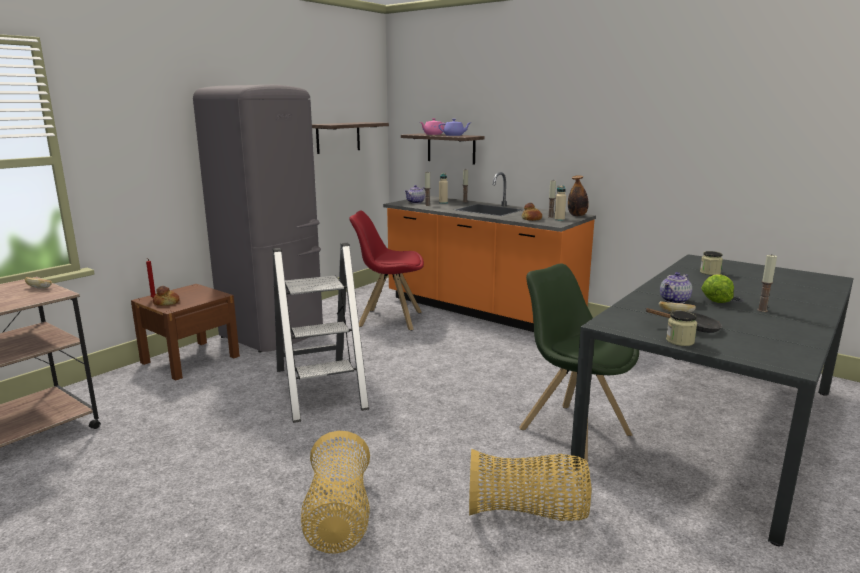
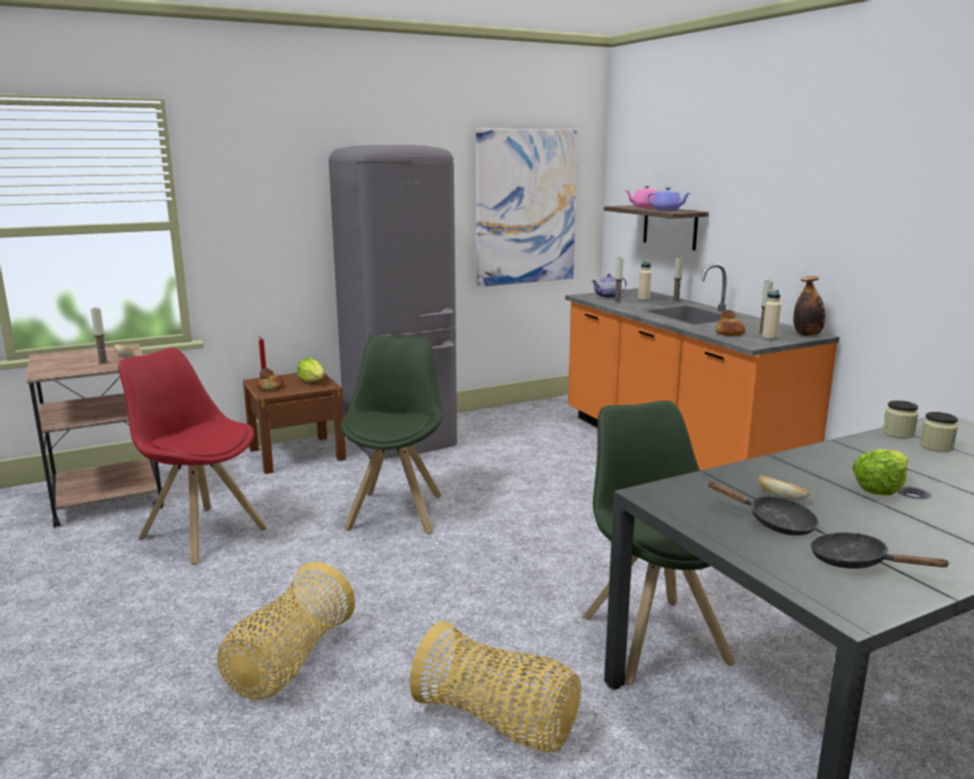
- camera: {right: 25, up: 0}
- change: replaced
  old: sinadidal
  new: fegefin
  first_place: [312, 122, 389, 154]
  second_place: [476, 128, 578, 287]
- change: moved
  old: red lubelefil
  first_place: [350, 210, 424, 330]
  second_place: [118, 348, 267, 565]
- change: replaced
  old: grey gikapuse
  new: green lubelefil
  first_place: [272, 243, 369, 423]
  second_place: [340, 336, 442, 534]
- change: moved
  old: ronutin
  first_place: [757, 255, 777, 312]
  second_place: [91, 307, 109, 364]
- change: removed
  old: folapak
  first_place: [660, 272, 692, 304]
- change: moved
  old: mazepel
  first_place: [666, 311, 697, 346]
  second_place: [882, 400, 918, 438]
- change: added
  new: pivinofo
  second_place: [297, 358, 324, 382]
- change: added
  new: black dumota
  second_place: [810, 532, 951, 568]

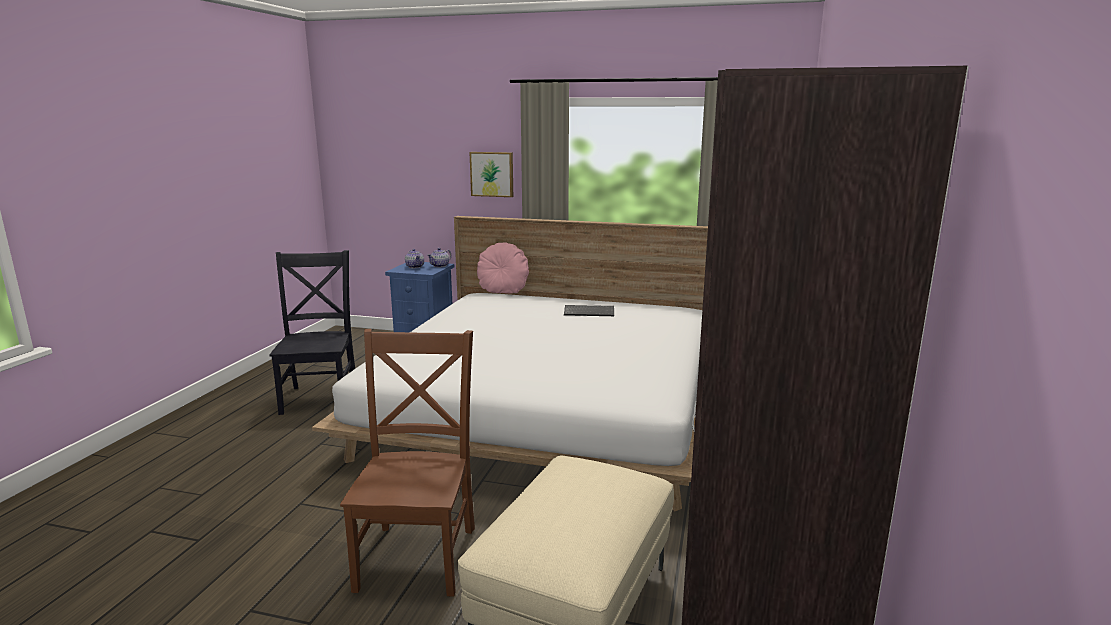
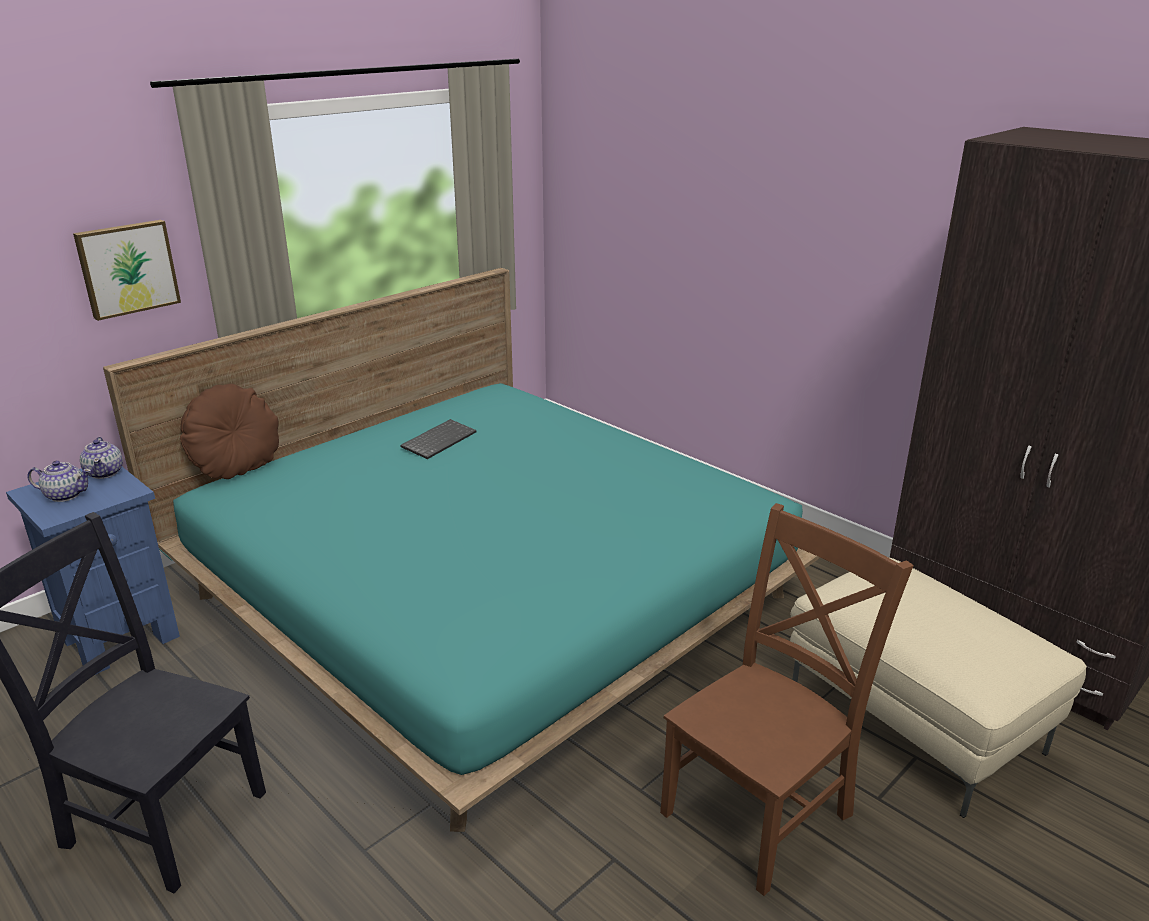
- camera: {right: -60, up: 10}
- change: recoloured
  old: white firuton
  new: turquoise firuton
  first_place: [312, 216, 708, 511]
  second_place: [103, 268, 820, 832]
- change: recoloured
  old: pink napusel
  new: brown napusel
  first_place: [477, 242, 529, 294]
  second_place: [180, 384, 279, 479]
- change: turned
  old: brown lubelefil
  first_place: [340, 329, 475, 597]
  second_place: [660, 503, 914, 896]
  degrees: 105

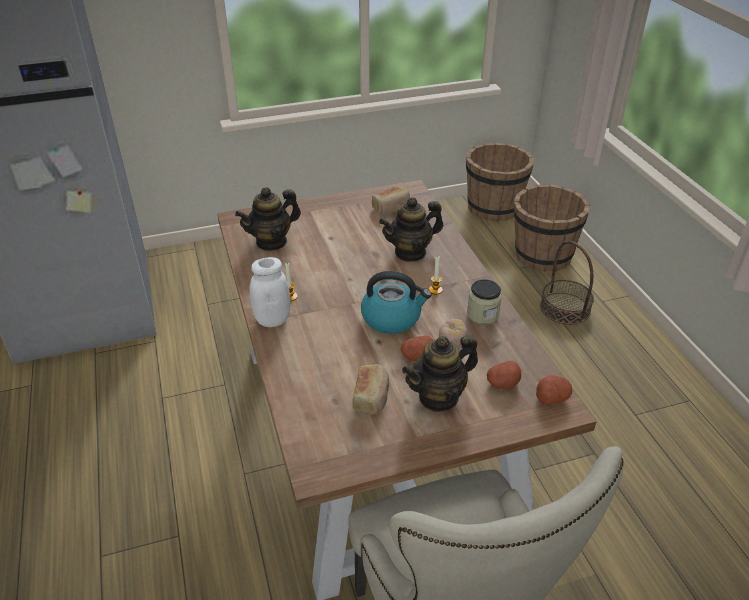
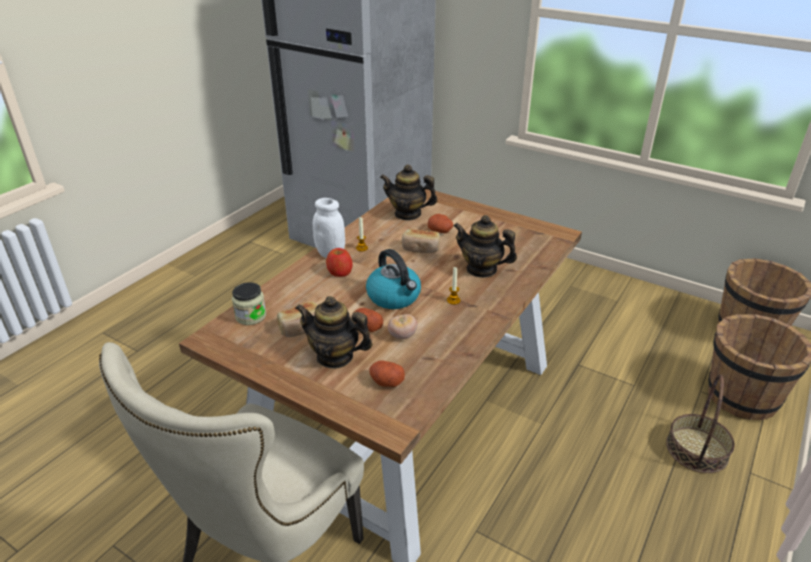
- camera: {right: 50, up: -5}
- change: moved
  old: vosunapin
  first_place: [372, 186, 410, 215]
  second_place: [402, 229, 440, 253]
- change: moved
  old: mazepel
  first_place: [467, 279, 502, 324]
  second_place: [232, 282, 266, 325]
- change: moved
  old: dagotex
  first_place: [536, 375, 572, 405]
  second_place: [428, 214, 453, 233]
- change: added
  new: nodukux
  second_place: [326, 248, 353, 277]

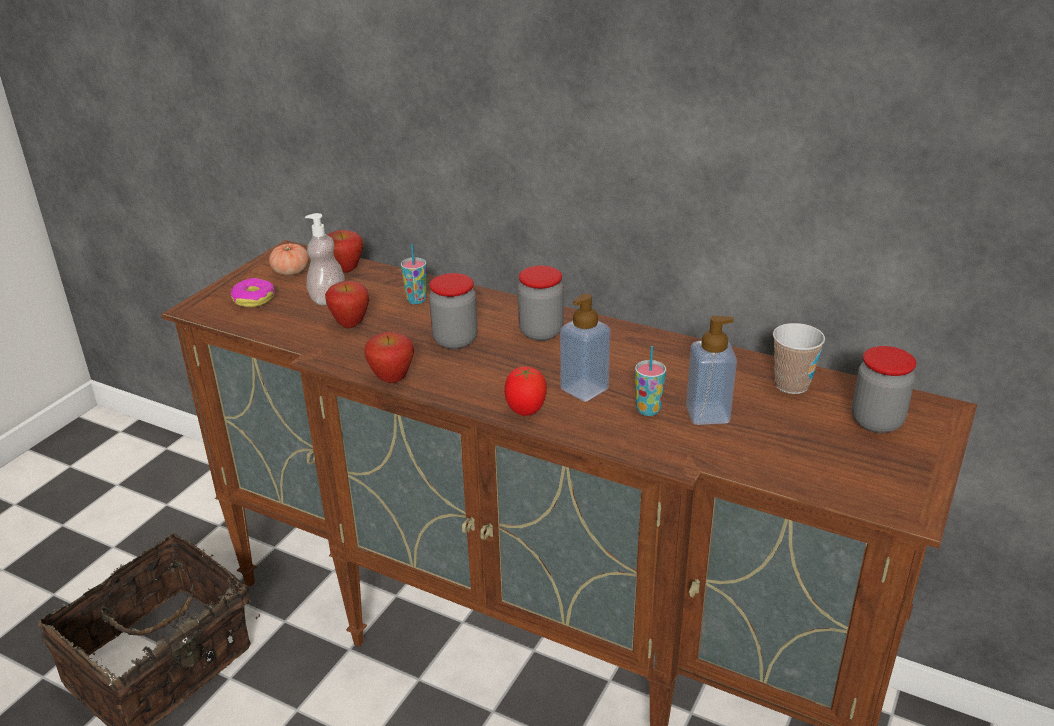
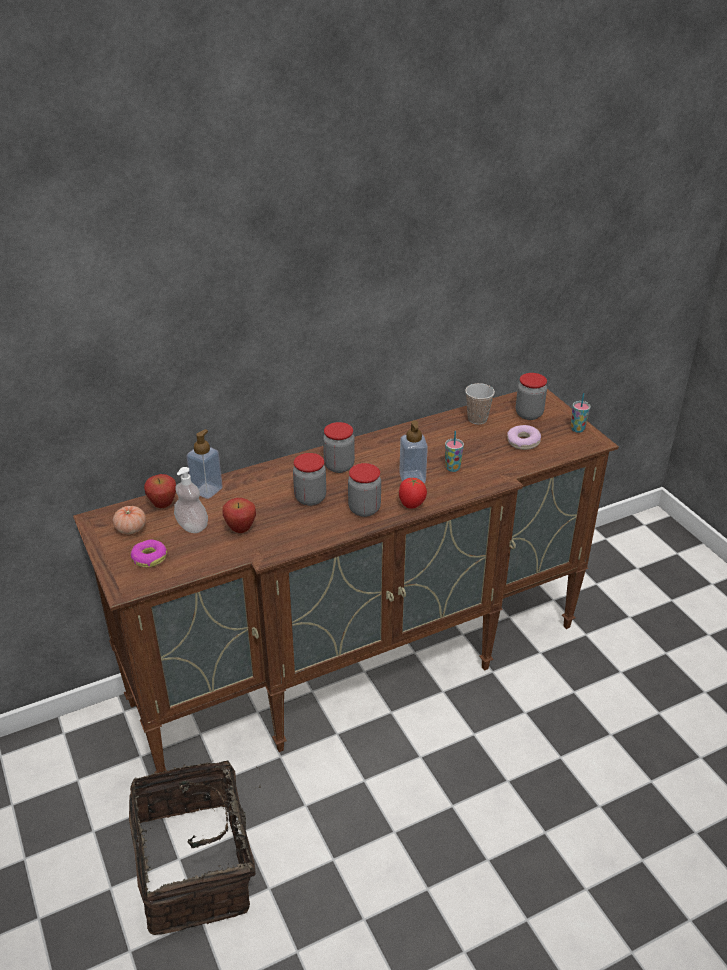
- camera: {right: -55, up: 5}
- change: moved
  old: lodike
  first_place: [401, 244, 427, 304]
  second_place: [571, 393, 591, 433]
- change: moved
  old: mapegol
  first_place: [686, 316, 737, 425]
  second_place: [186, 429, 223, 499]
- change: removed
  old: nodukux
  first_place: [364, 331, 414, 383]
- change: added
  new: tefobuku
  second_place: [507, 425, 541, 450]
- change: added
  new: mazepel
  second_place: [348, 463, 381, 517]

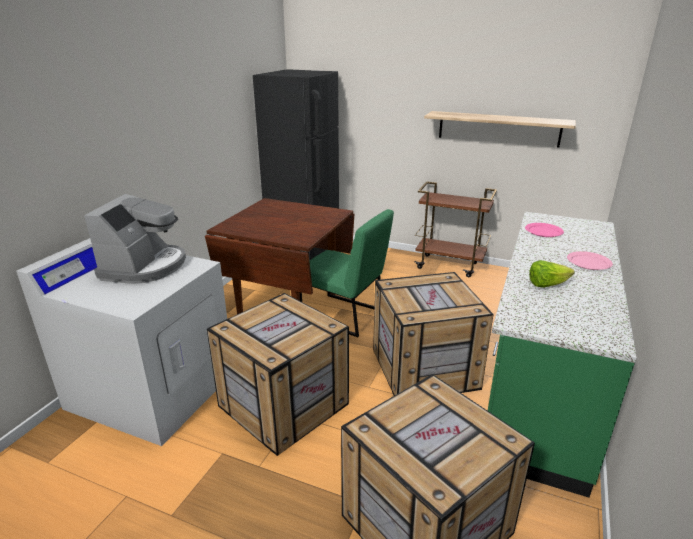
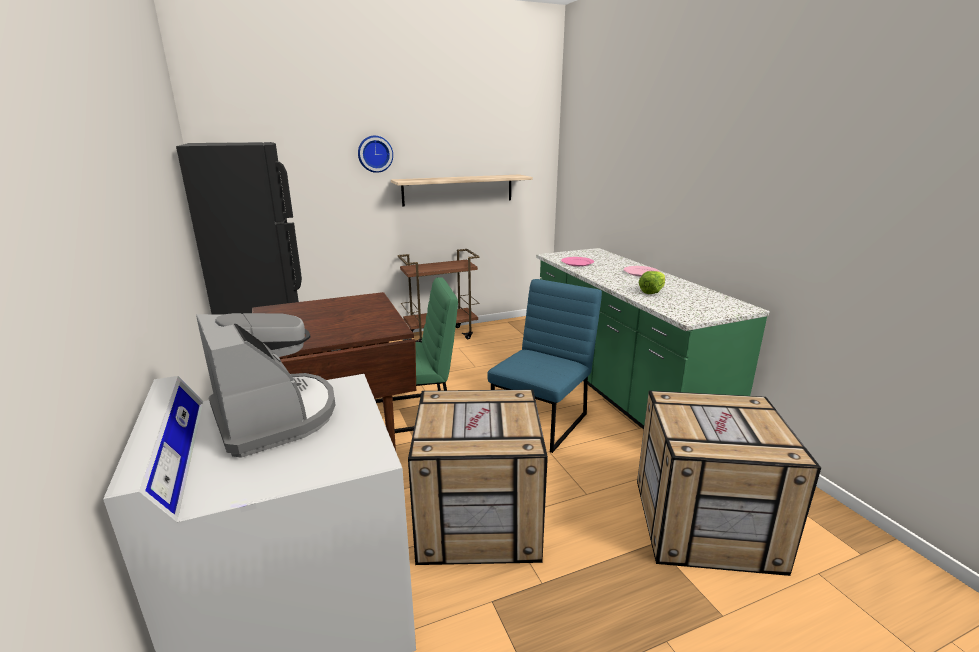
- camera: {right: -45, up: -5}
- change: replaced
  old: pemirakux
  new: blue lubelefil
  first_place: [373, 272, 493, 396]
  second_place: [487, 279, 602, 453]
- change: added
  new: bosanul
  second_place: [358, 136, 393, 173]

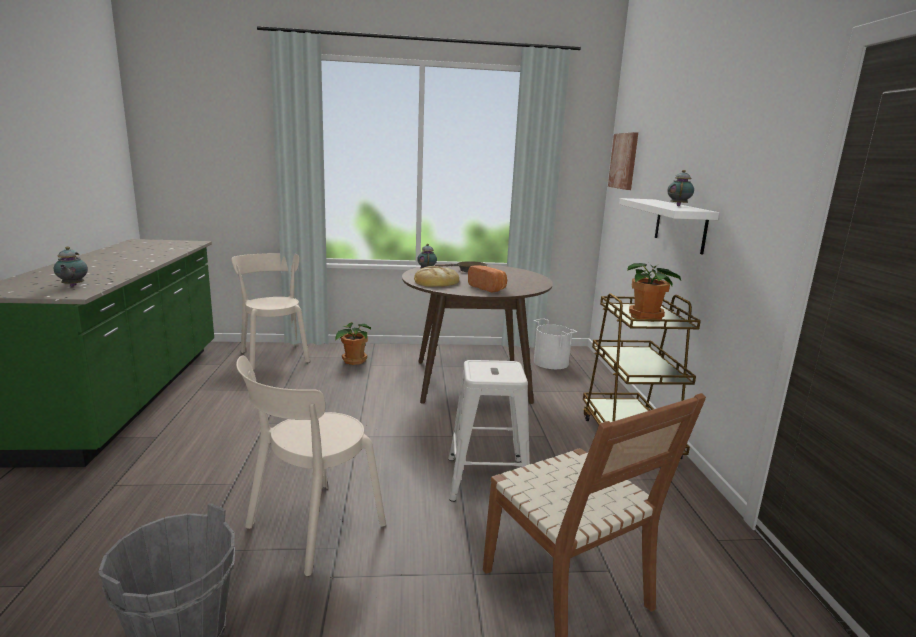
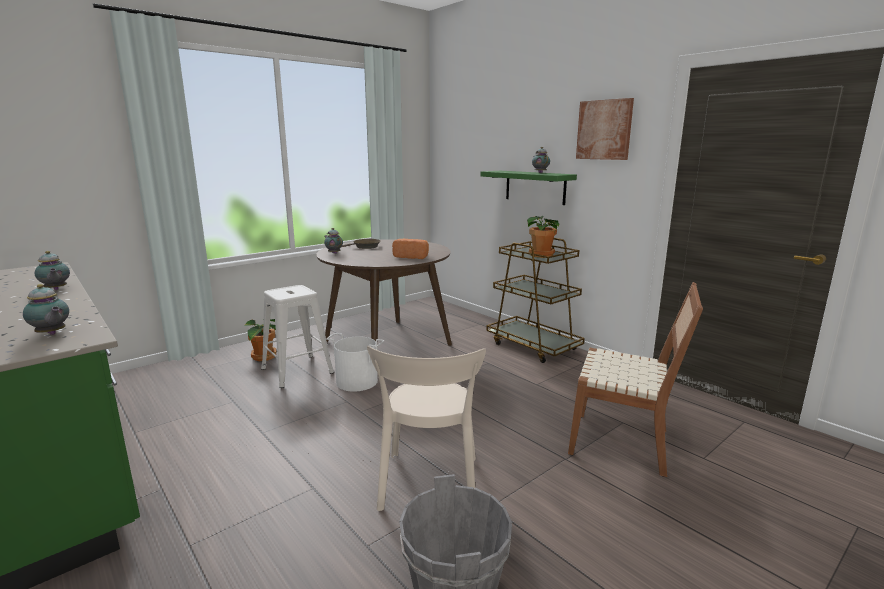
- camera: {right: -35, up: 0}
- change: moved
  old: fegefin
  first_place: [608, 132, 638, 190]
  second_place: [576, 98, 634, 160]
- change: recoloured
  old: white sinadidal
  new: green sinadidal
  first_place: [619, 198, 719, 254]
  second_place: [480, 171, 577, 205]
- change: removed
  old: beige lubelefil
  first_place: [232, 253, 310, 370]
- change: removed
  old: vosunapin
  first_place: [414, 266, 459, 287]
- change: moved
  old: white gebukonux
  first_place: [534, 319, 577, 369]
  second_place: [326, 333, 384, 391]
- change: moved
  old: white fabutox
  first_place: [448, 360, 530, 502]
  second_place: [261, 285, 334, 388]
- change: added
  new: folapak
  second_place: [35, 251, 70, 290]

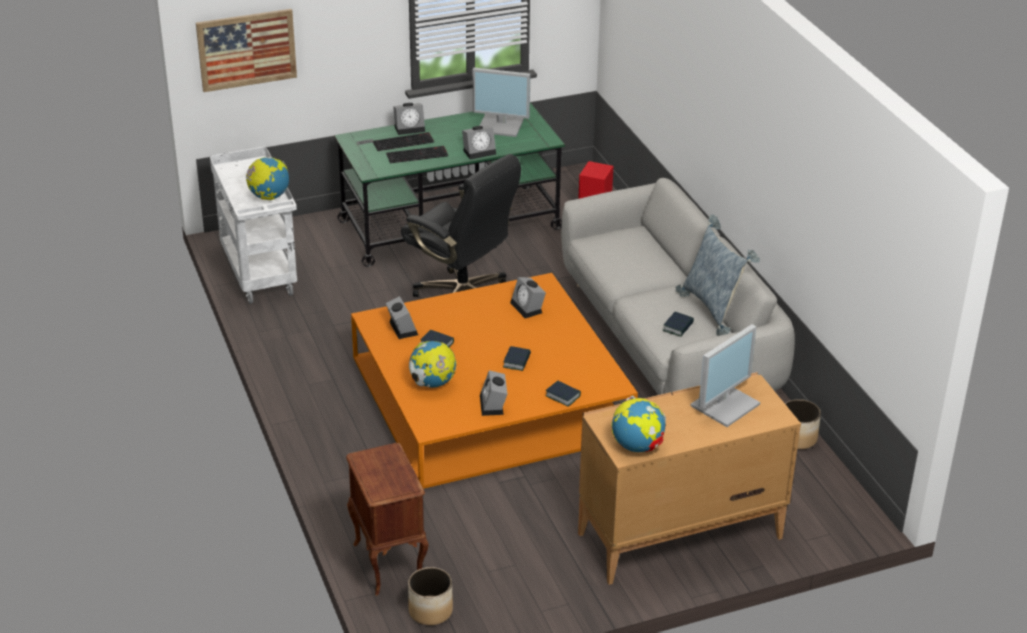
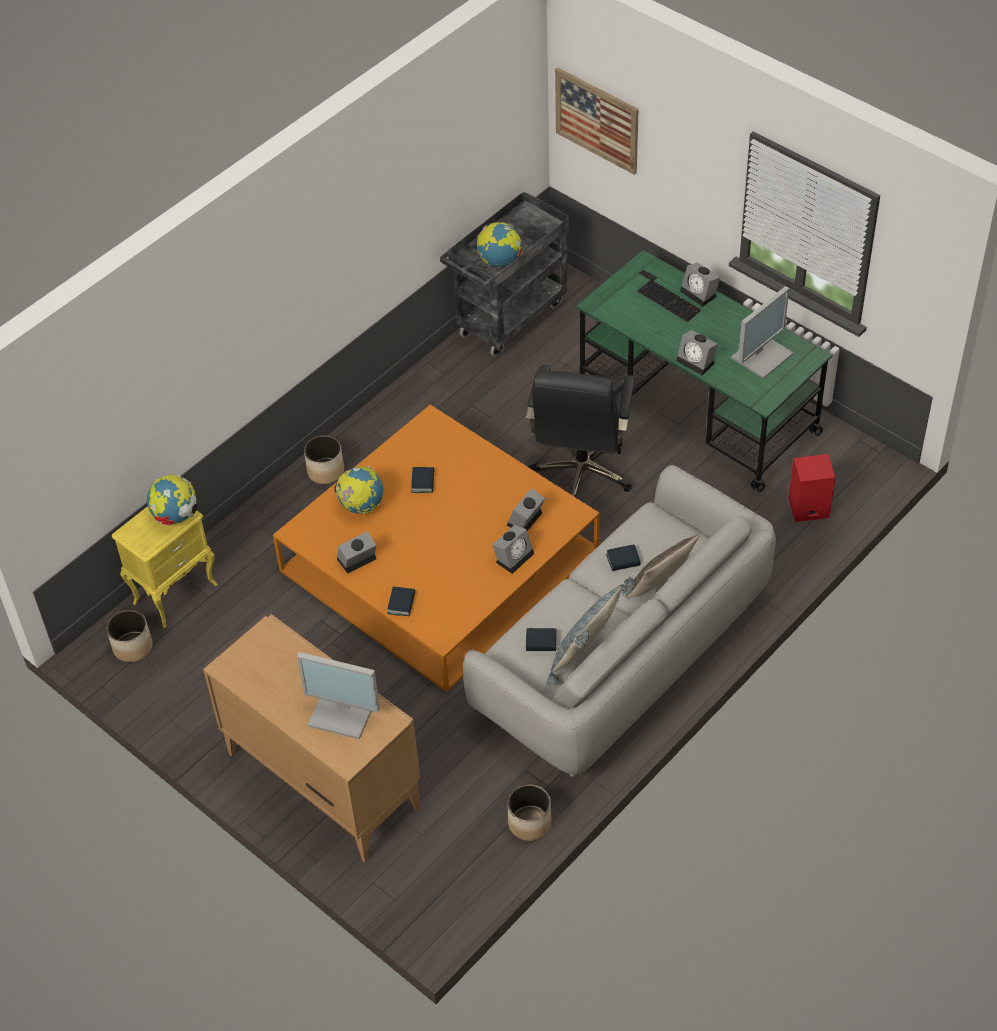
- camera: {right: 65, up: 15}
- change: turned
  old: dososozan
  first_place: [473, 68, 530, 137]
  second_place: [731, 286, 793, 379]
  degrees: -120
- change: removed
  old: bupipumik
  first_place: [386, 146, 448, 163]
- change: recoloured
  old: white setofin
  new: black setofin
  first_place: [210, 147, 297, 304]
  second_place: [440, 192, 569, 357]
- change: moved
  old: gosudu
  first_place: [385, 296, 418, 339]
  second_place: [492, 525, 534, 574]
- change: moved
  old: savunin
  first_place: [503, 346, 531, 371]
  second_place: [606, 545, 640, 571]
- change: moved
  old: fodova
  first_place: [611, 396, 666, 452]
  second_place: [147, 474, 198, 525]
- change: recoloured
  old: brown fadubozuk
  new: yellow fadubozuk
  first_place: [346, 443, 429, 596]
  second_place: [112, 506, 218, 629]
- change: added
  new: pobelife
  second_place: [304, 435, 344, 484]
- change: added
  new: napusel
  second_place: [625, 534, 700, 599]

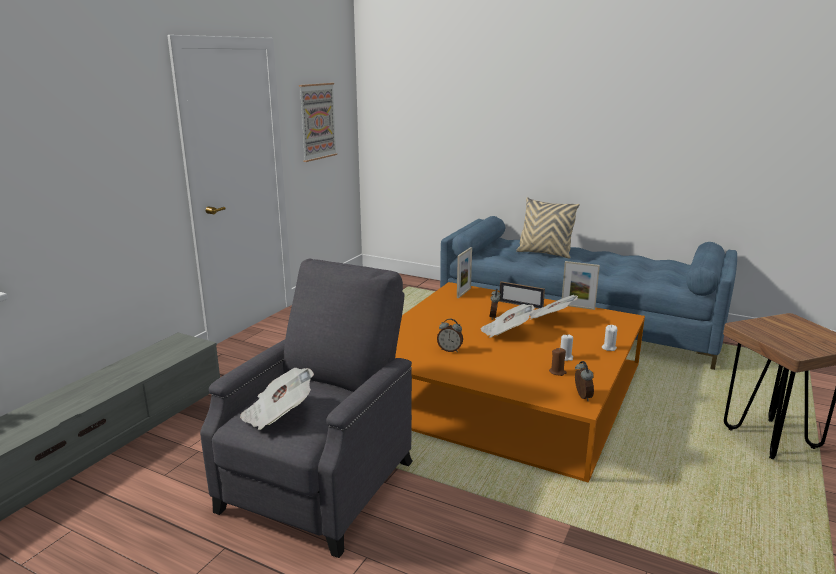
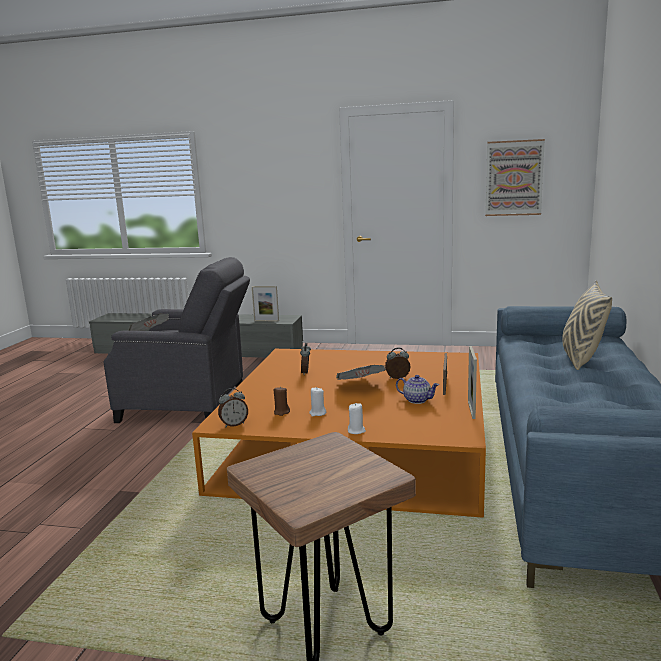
- camera: {right: 75, up: -5}
- change: moved
  old: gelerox
  first_place: [457, 247, 472, 298]
  second_place: [252, 286, 279, 321]
- change: replaced
  old: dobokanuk
  new: folapak
  first_place: [530, 295, 578, 320]
  second_place: [396, 375, 439, 404]

